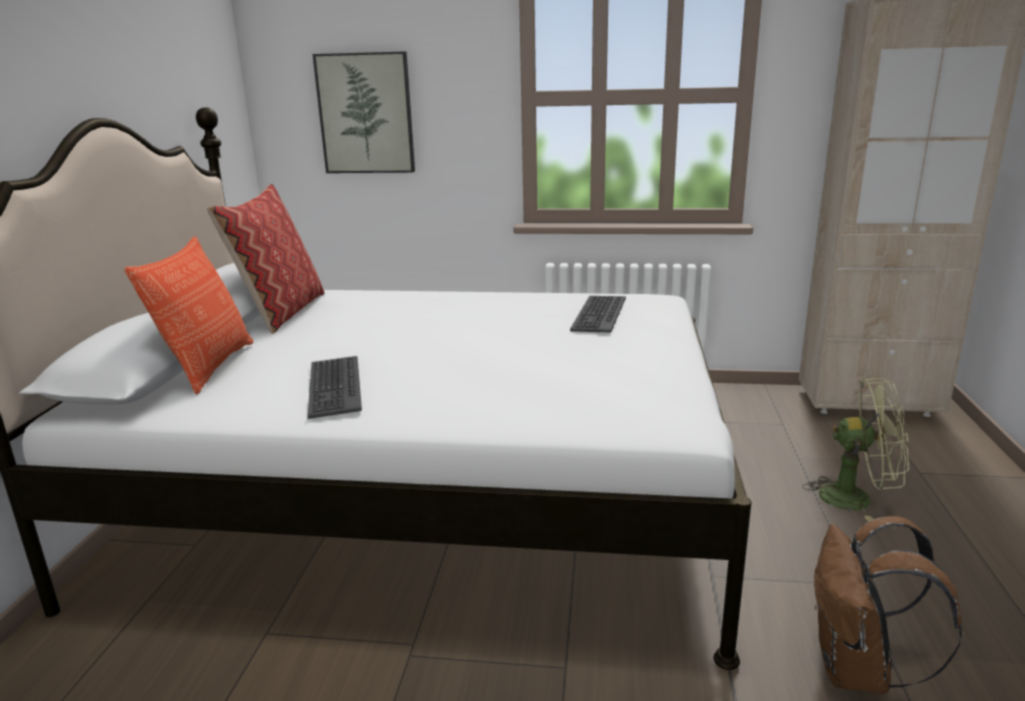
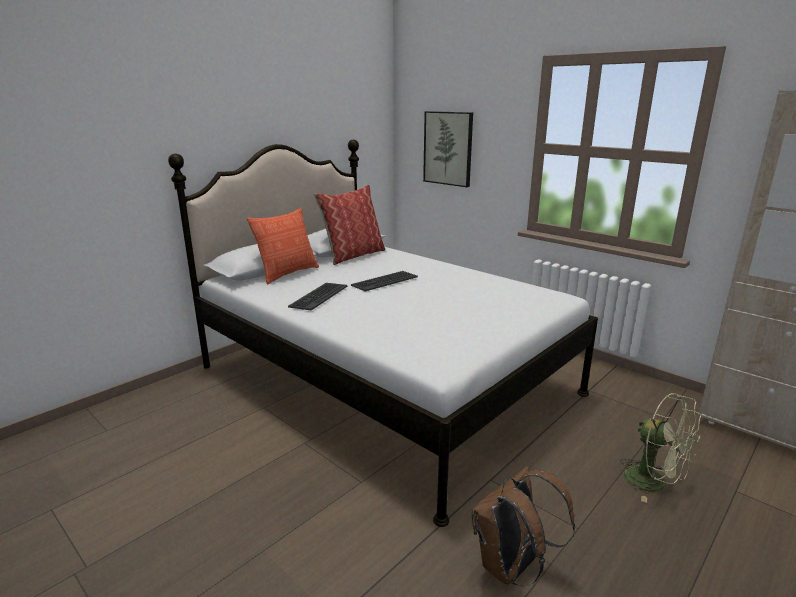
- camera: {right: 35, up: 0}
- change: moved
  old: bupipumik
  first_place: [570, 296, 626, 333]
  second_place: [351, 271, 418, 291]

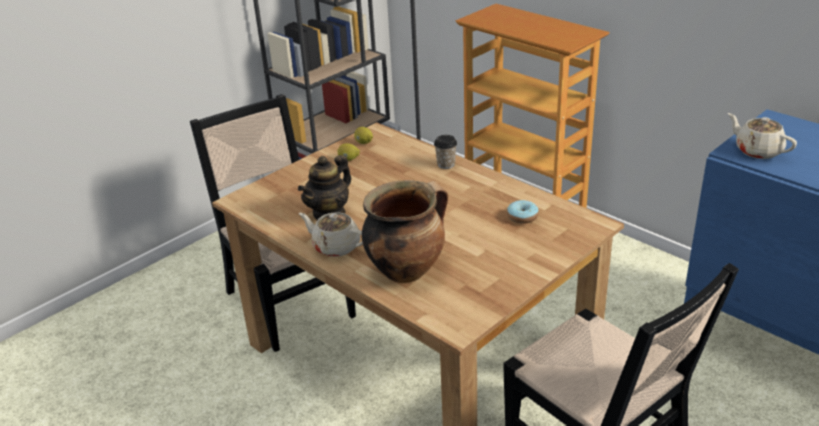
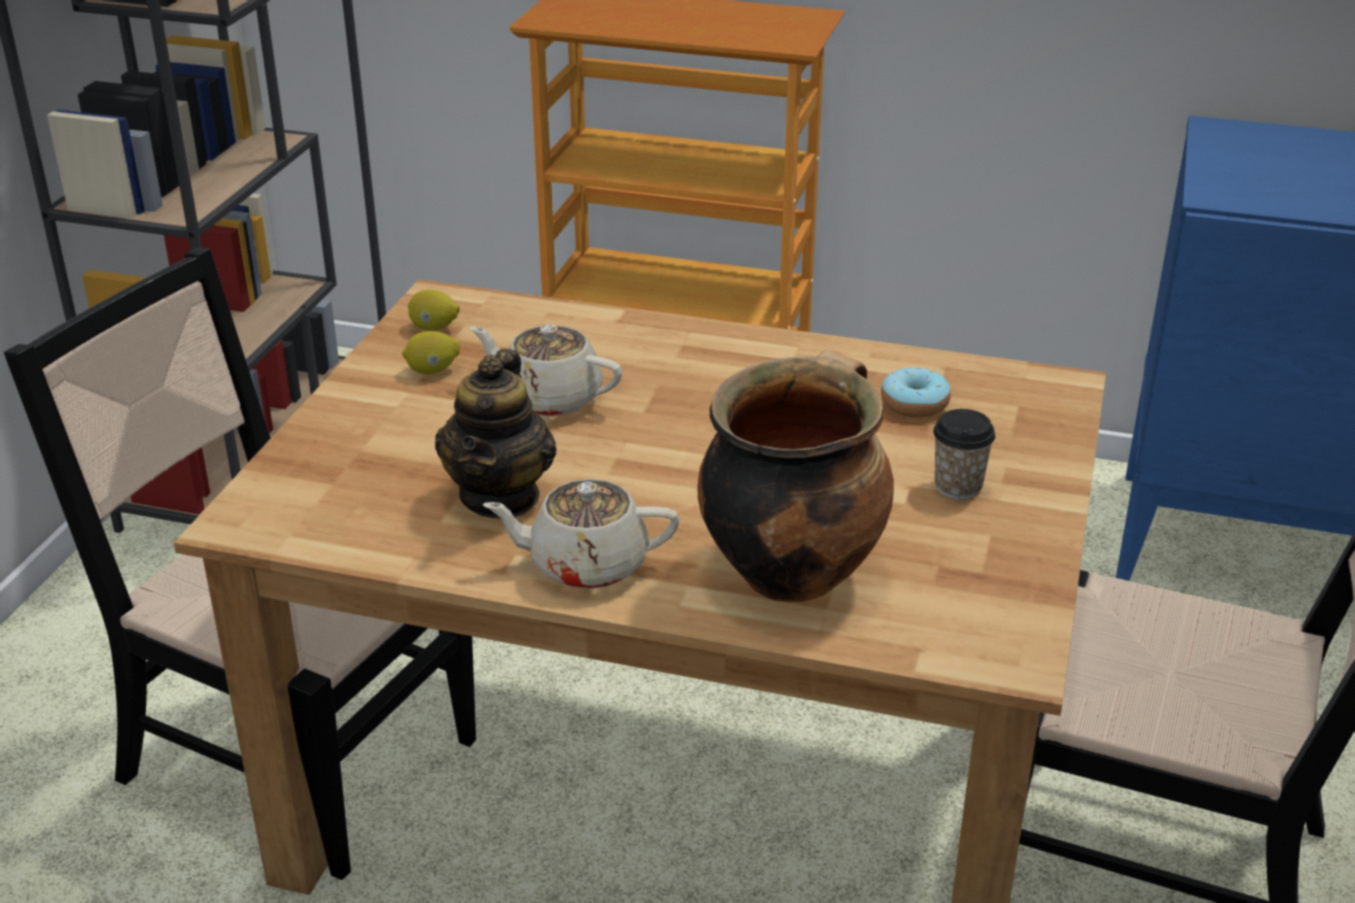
- camera: {right: -30, up: 0}
- change: moved
  old: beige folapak
  first_place: [728, 113, 797, 159]
  second_place: [470, 325, 622, 417]
- change: moved
  old: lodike
  first_place: [434, 135, 457, 169]
  second_place: [933, 409, 995, 500]

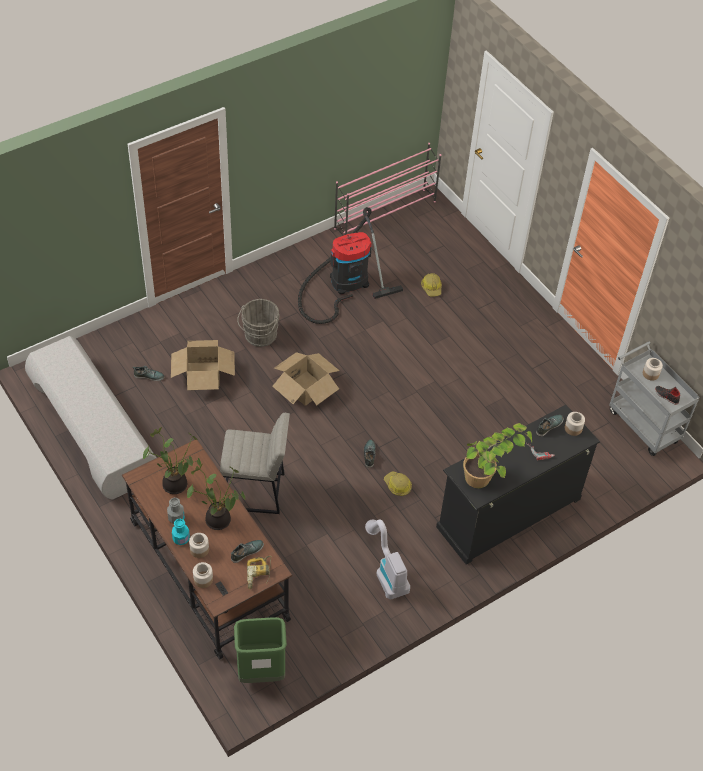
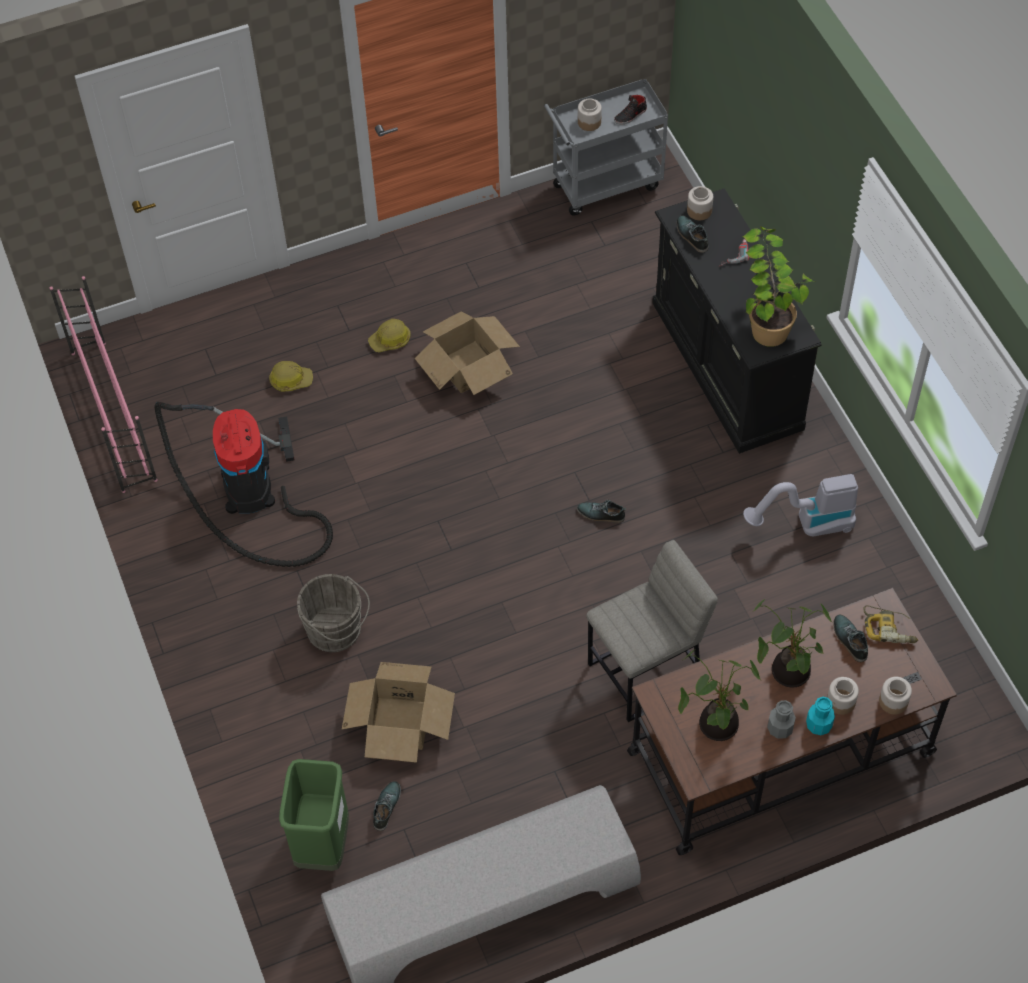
- camera: {right: -75, up: 5}
- change: moved
  old: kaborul
  first_place: [272, 352, 339, 406]
  second_place: [415, 311, 520, 395]
- change: turned
  old: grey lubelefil
  first_place: [220, 413, 290, 514]
  second_place: [586, 540, 718, 722]
  degrees: 45
- change: moved
  old: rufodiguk
  first_place: [384, 471, 412, 496]
  second_place: [368, 319, 411, 353]
- change: moved
  old: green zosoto
  first_place: [234, 617, 287, 683]
  second_place: [279, 759, 349, 871]

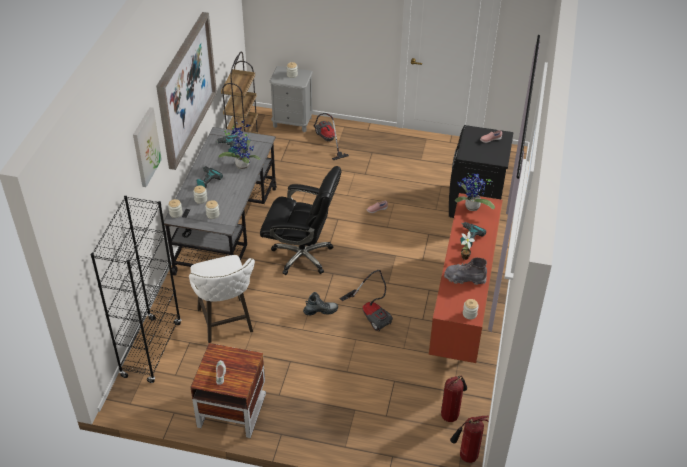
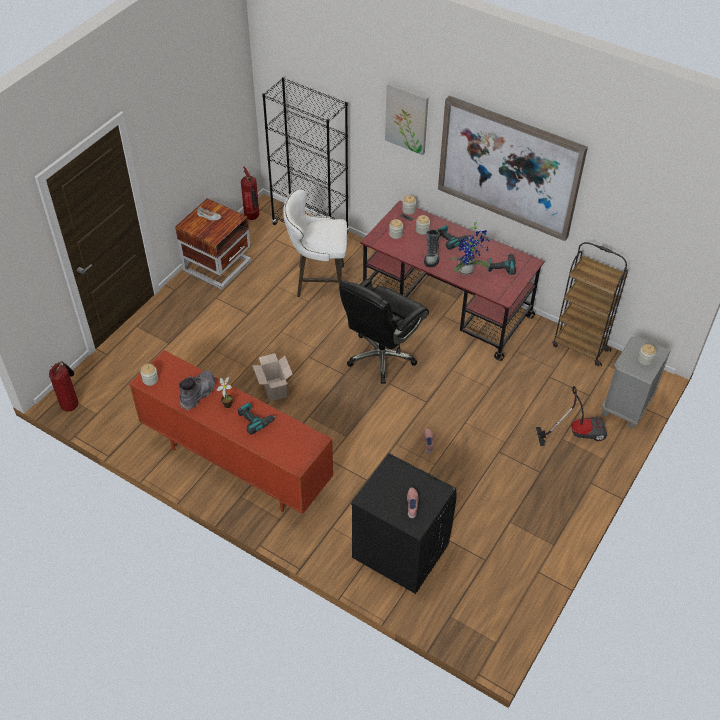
- camera: {right: 110, up: 5}
- change: recoloured
  old: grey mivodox
  new: red mivodox
  first_place: [164, 127, 277, 275]
  second_place: [360, 200, 545, 361]
- change: removed
  old: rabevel
  first_place: [455, 173, 495, 211]
- change: replaced
  old: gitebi
  new: kaborul
  first_place: [340, 270, 393, 331]
  second_place: [252, 353, 293, 401]
- change: moved
  old: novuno
  first_place: [303, 292, 338, 316]
  second_place: [424, 229, 440, 267]
- change: moved
  old: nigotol
  first_place: [441, 376, 467, 422]
  second_place: [241, 166, 259, 220]

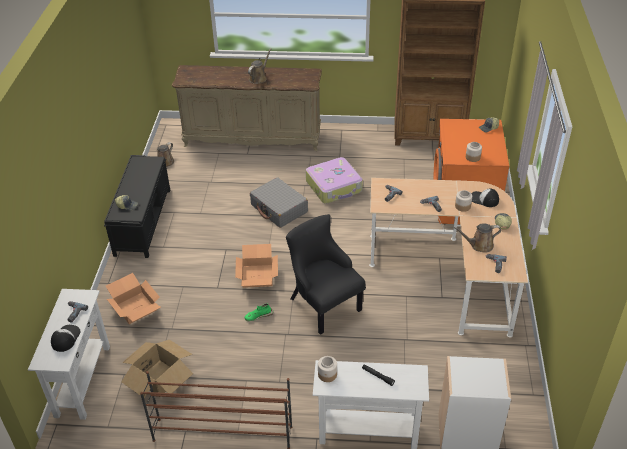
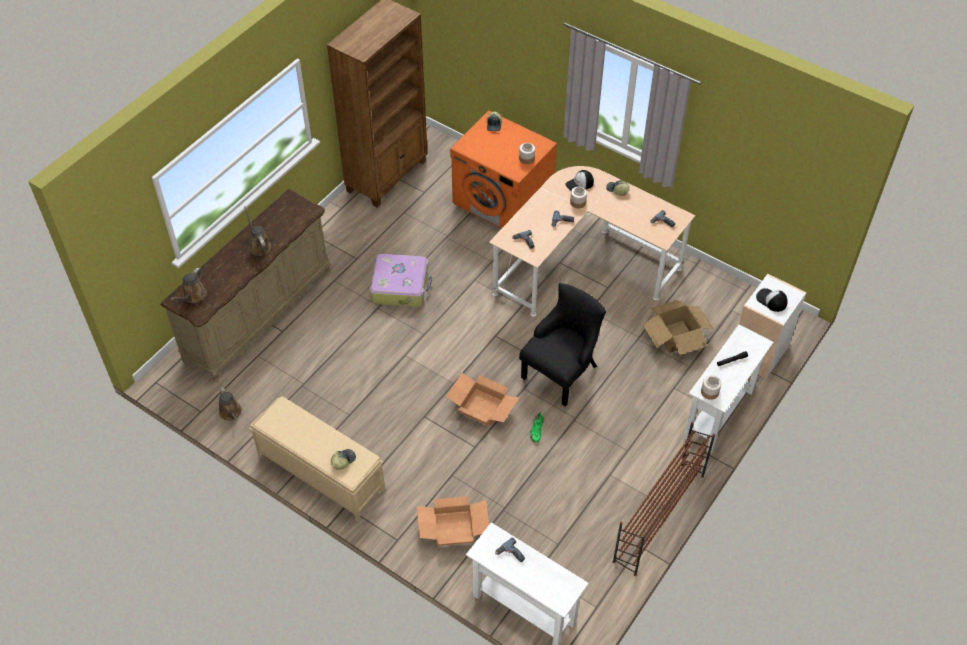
- camera: {right: -60, up: 10}
- change: recoloured
  old: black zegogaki
  new: beige zegogaki
  first_place: [104, 155, 170, 258]
  second_place: [249, 396, 385, 521]
- change: removed
  old: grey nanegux
  first_place: [250, 177, 308, 228]
- change: turned
  old: black lubelefil
  first_place: [286, 214, 366, 335]
  second_place: [519, 283, 606, 407]
  degrees: 135
- change: moved
  old: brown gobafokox
  first_place: [454, 223, 501, 253]
  second_place: [171, 268, 207, 303]
- change: moved
  old: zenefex
  first_place: [51, 325, 81, 352]
  second_place: [756, 288, 788, 312]
- change: moved
  old: kaborul
  first_place: [121, 340, 193, 398]
  second_place: [643, 300, 714, 355]

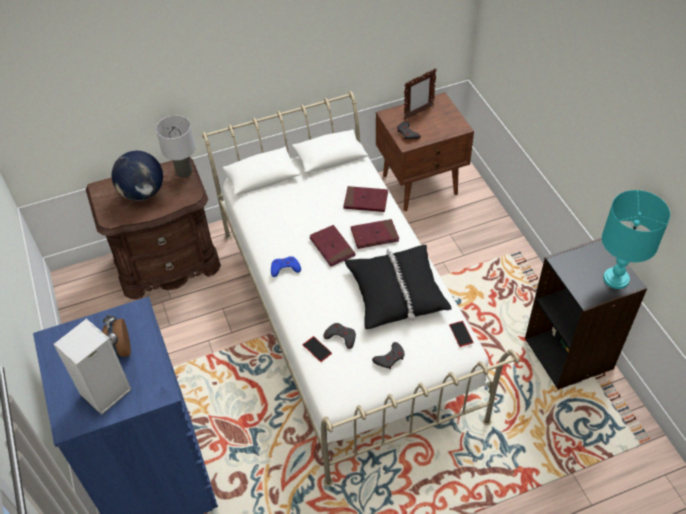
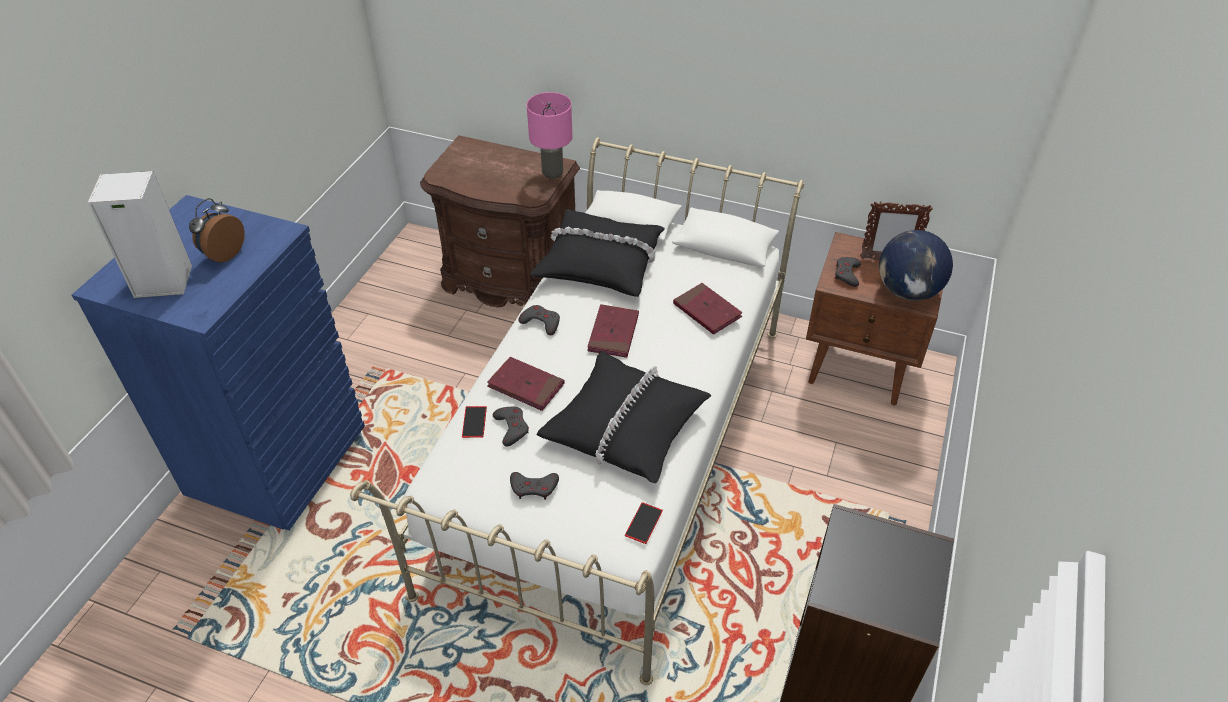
- camera: {right: 40, up: -5}
- change: recoloured
  old: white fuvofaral
  new: pink fuvofaral
  first_place: [156, 115, 195, 178]
  second_place: [527, 92, 573, 179]
- change: moved
  old: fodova
  first_place: [112, 151, 163, 201]
  second_place: [879, 230, 953, 301]
- change: removed
  old: turquoise fuvofaral
  first_place: [602, 190, 670, 289]
- change: moved
  old: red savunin
  first_place: [351, 219, 399, 249]
  second_place: [487, 357, 564, 411]
- change: recoloured
  old: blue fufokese
  new: grey fufokese
  first_place: [271, 256, 301, 277]
  second_place: [518, 305, 560, 336]
- change: added
  new: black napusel
  second_place: [530, 209, 665, 297]

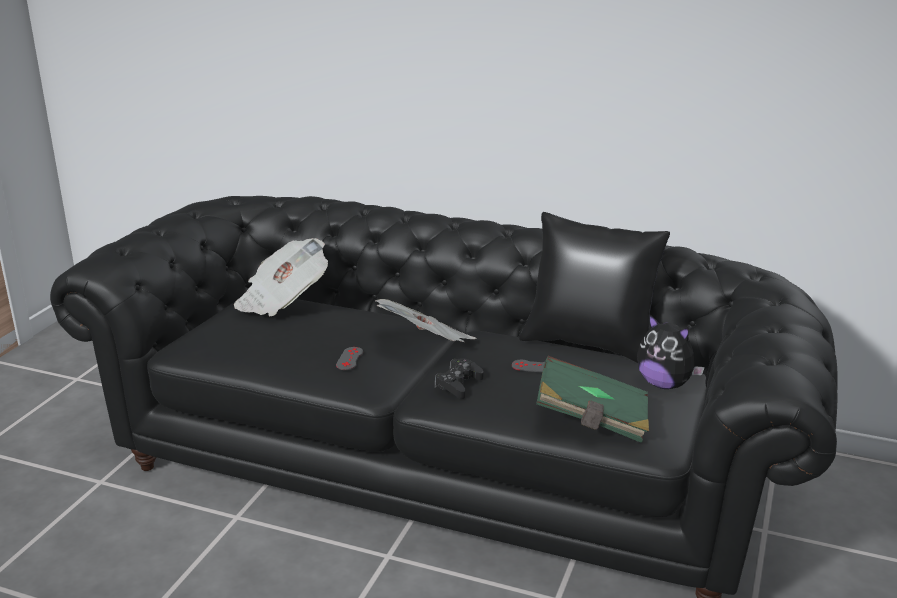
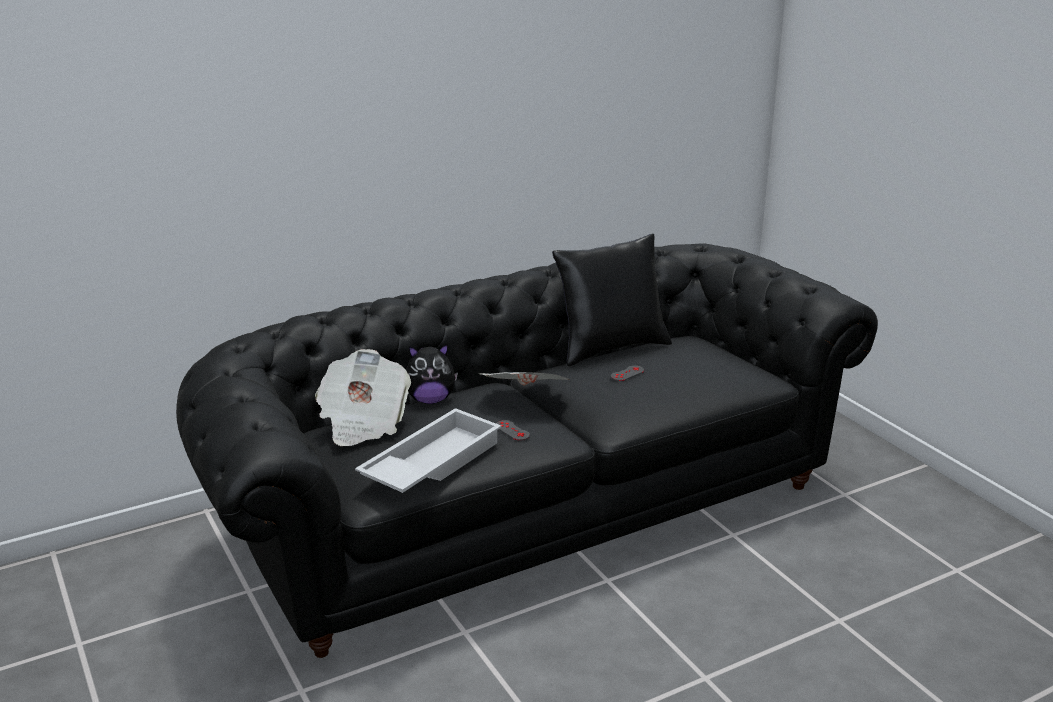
- camera: {right: -50, up: 0}
- change: moved
  old: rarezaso
  first_place: [637, 314, 705, 389]
  second_place: [406, 344, 458, 404]
- change: removed
  old: green savunin
  first_place: [536, 356, 649, 443]
- change: removed
  old: black fufokese
  first_place: [435, 358, 484, 399]
- change: added
  new: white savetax
  second_place: [355, 408, 501, 493]

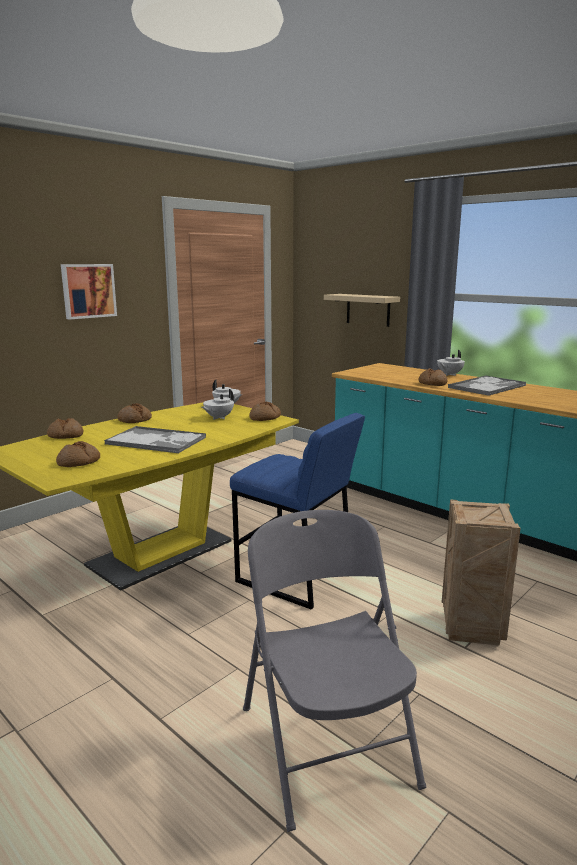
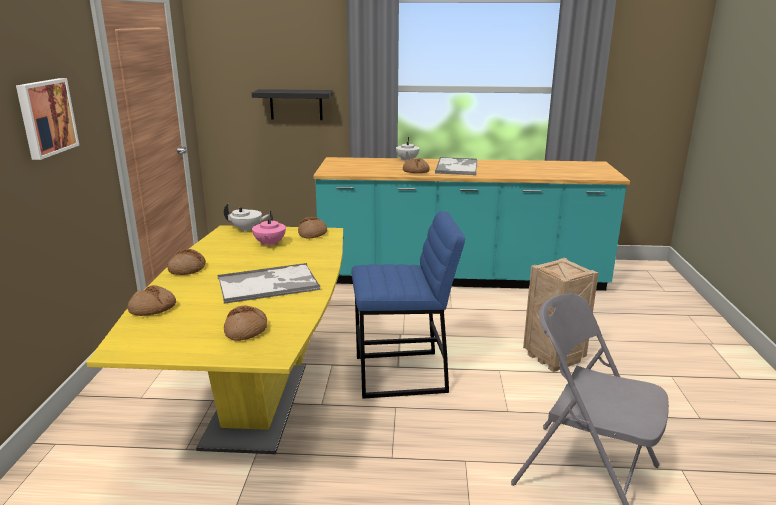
- camera: {right: -40, up: 5}
- change: recoloured
  old: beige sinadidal
  new: black sinadidal
  first_place: [324, 294, 400, 327]
  second_place: [252, 89, 333, 120]
- change: recoloured
  old: white folapak
  new: pink folapak
  first_place: [202, 389, 234, 420]
  second_place: [252, 211, 286, 247]

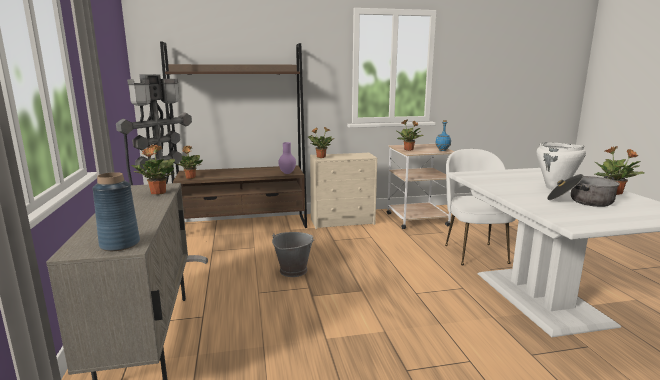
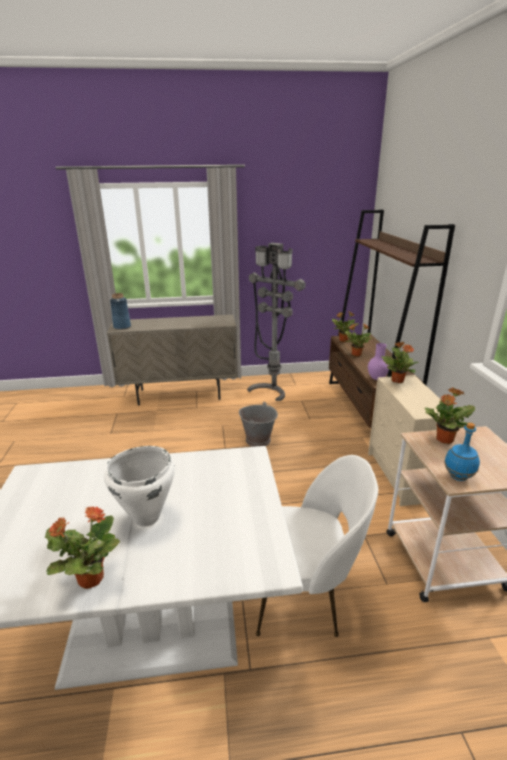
- camera: {right: 95, up: 10}
- change: moved
  old: rabevel
  first_place: [131, 145, 175, 195]
  second_place: [345, 324, 372, 356]
- change: removed
  old: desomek
  first_place: [547, 174, 620, 207]

